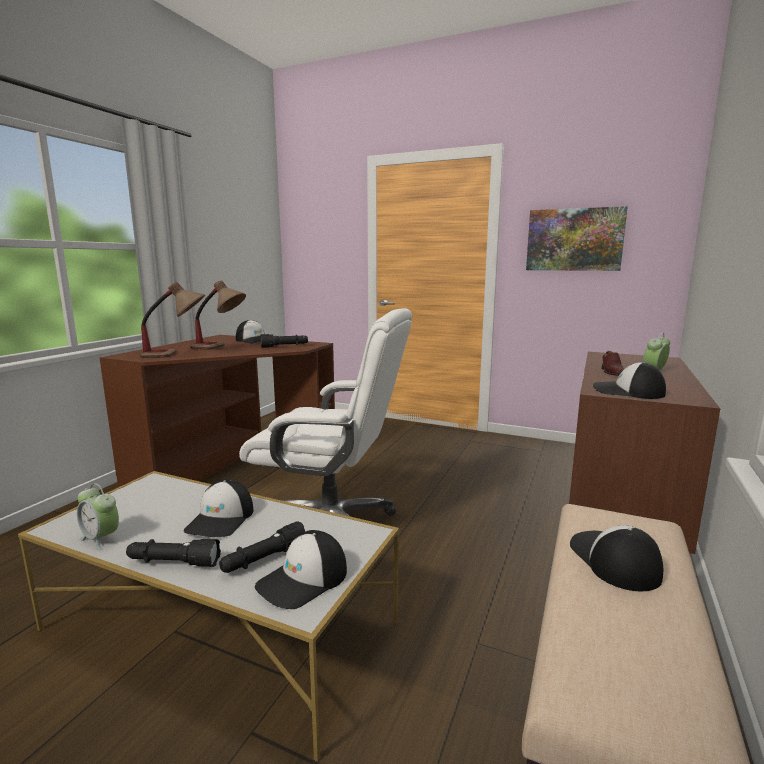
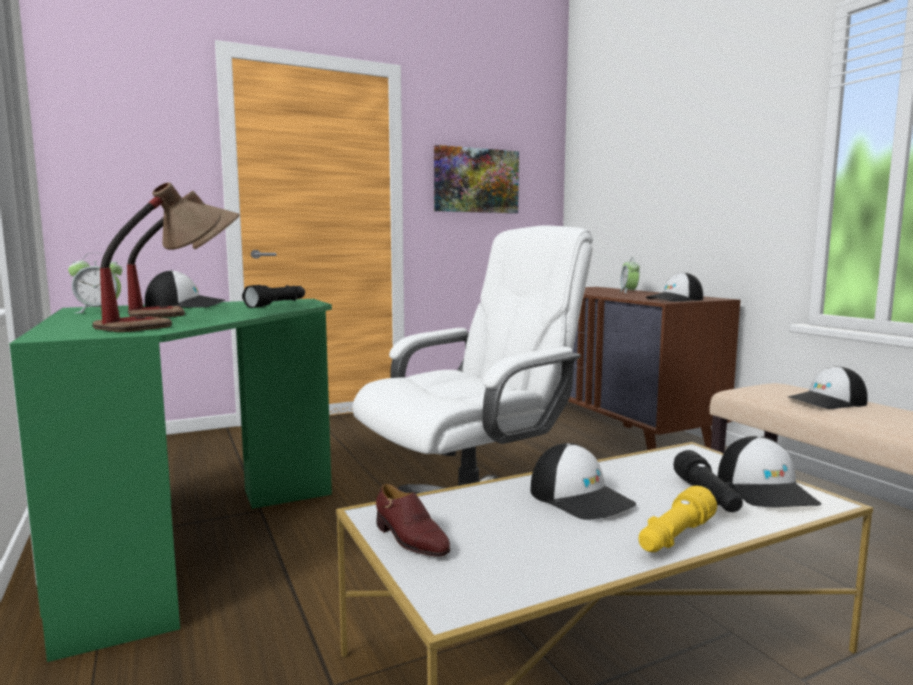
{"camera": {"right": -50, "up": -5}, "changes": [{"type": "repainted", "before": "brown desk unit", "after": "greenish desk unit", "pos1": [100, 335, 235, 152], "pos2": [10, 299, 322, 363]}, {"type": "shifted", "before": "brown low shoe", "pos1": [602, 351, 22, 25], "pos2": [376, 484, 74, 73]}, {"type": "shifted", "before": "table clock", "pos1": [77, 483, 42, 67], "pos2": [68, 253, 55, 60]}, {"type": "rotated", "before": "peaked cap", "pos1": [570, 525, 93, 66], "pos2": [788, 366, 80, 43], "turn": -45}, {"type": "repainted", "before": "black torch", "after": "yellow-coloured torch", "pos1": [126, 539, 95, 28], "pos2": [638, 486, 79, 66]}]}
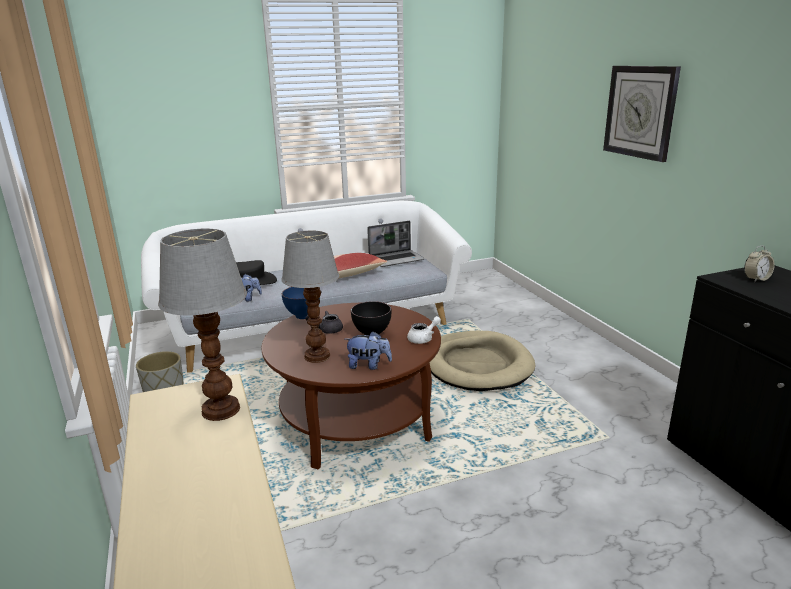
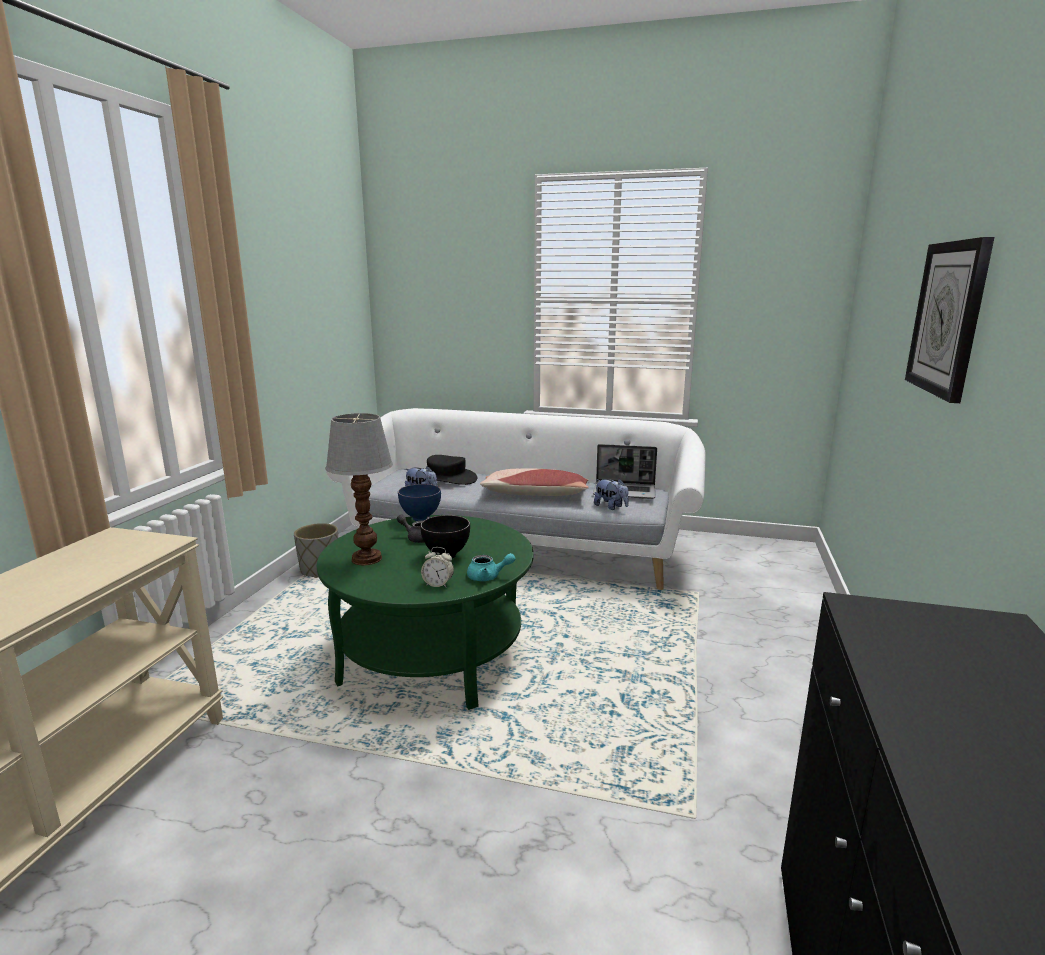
{"camera": {"right": 35, "up": -5}, "changes": [{"type": "gone", "before": "lamp for a table", "pos1": [158, 228, 89, 193]}, {"type": "shifted", "before": "table clock", "pos1": [744, 246, 31, 36], "pos2": [421, 547, 33, 41]}, {"type": "repainted", "before": "brown lounge table", "after": "greenish lounge table", "pos1": [261, 303, 180, 167], "pos2": [317, 515, 217, 195]}, {"type": "repainted", "before": "whitish pot for tea", "after": "turquoise pot for tea", "pos1": [407, 316, 34, 28], "pos2": [467, 553, 48, 28]}, {"type": "shifted", "before": "soft toy", "pos1": [345, 331, 47, 39], "pos2": [594, 479, 35, 31]}, {"type": "gone", "before": "beige-coloured dog cushion", "pos1": [430, 331, 106, 60]}]}
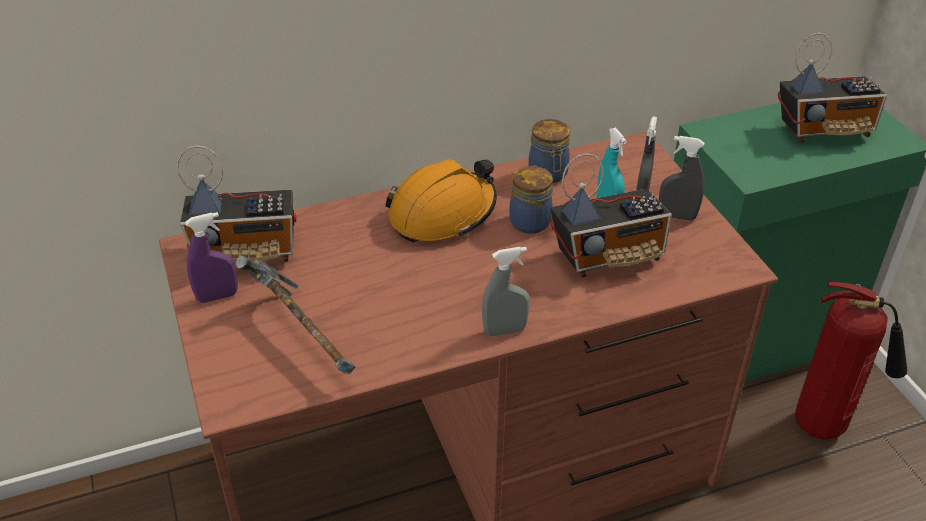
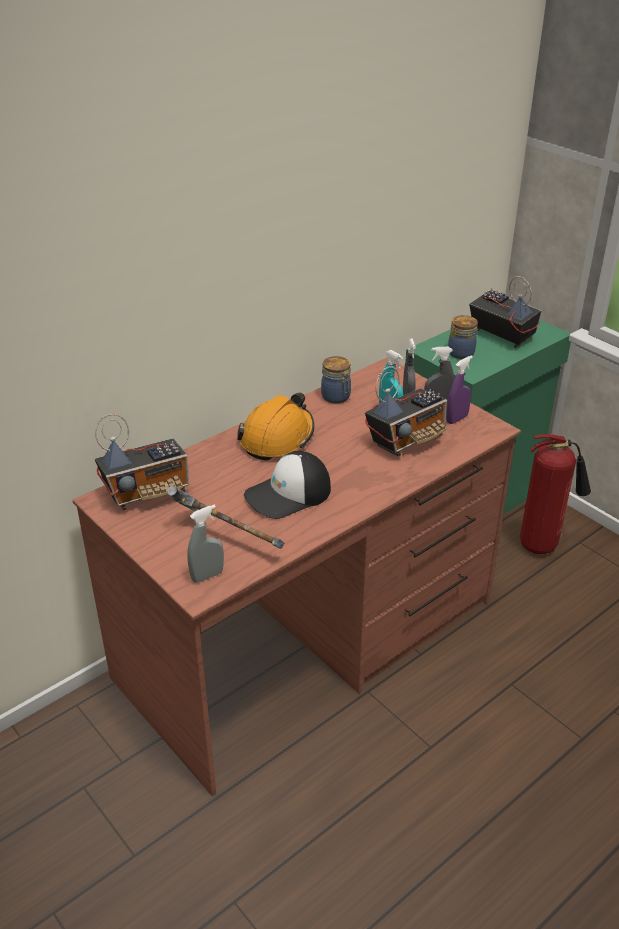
{"camera": {"right": -20, "up": -5}, "changes": [{"type": "rotated", "before": "radio", "pos1": [778, 33, 109, 110], "pos2": [469, 276, 72, 72], "turn": -105}, {"type": "shifted", "before": "storage jar", "pos1": [509, 166, 44, 68], "pos2": [448, 315, 30, 44]}, {"type": "shifted", "before": "purple-coloured sprayer", "pos1": [185, 212, 53, 91], "pos2": [446, 356, 27, 68]}, {"type": "shifted", "before": "greyish sprayer", "pos1": [482, 247, 48, 89], "pos2": [187, 504, 37, 79]}, {"type": "new", "after": "peaked cap", "pos2": [244, 450, 87, 69]}]}
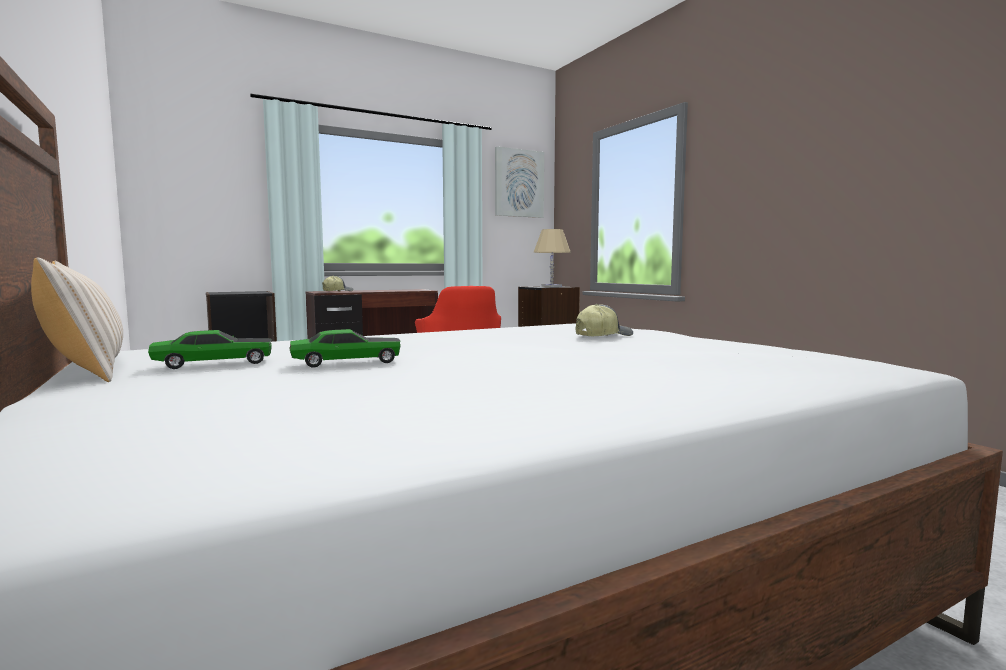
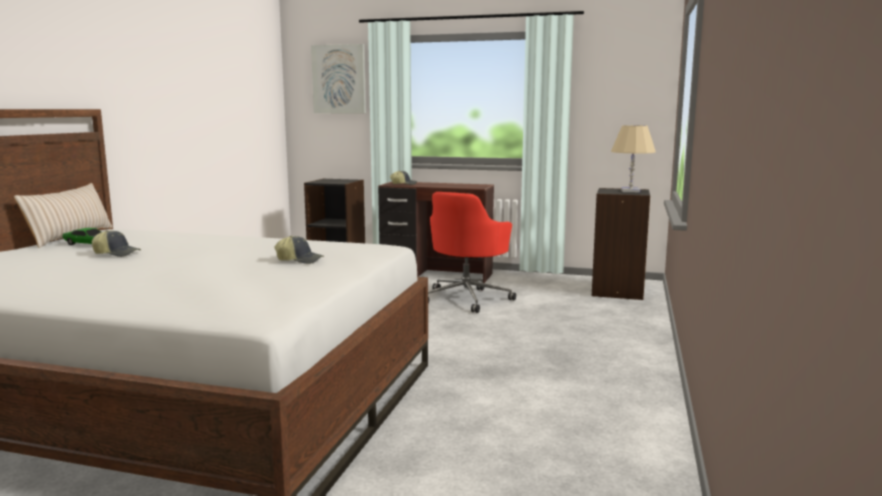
{"camera": {"right": 45, "up": 5}, "changes": [{"type": "shifted", "before": "picture", "pos1": [495, 146, 49, 72], "pos2": [311, 44, 55, 69]}, {"type": "swapped", "before": "miniature car", "after": "peaked cap", "pos1": [289, 329, 112, 39], "pos2": [92, 230, 49, 27]}]}
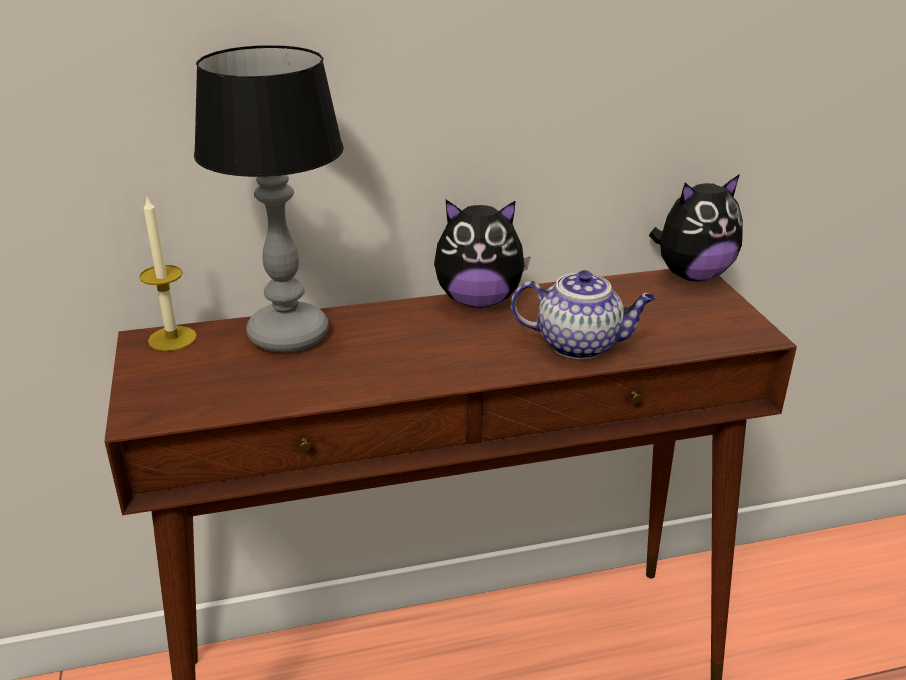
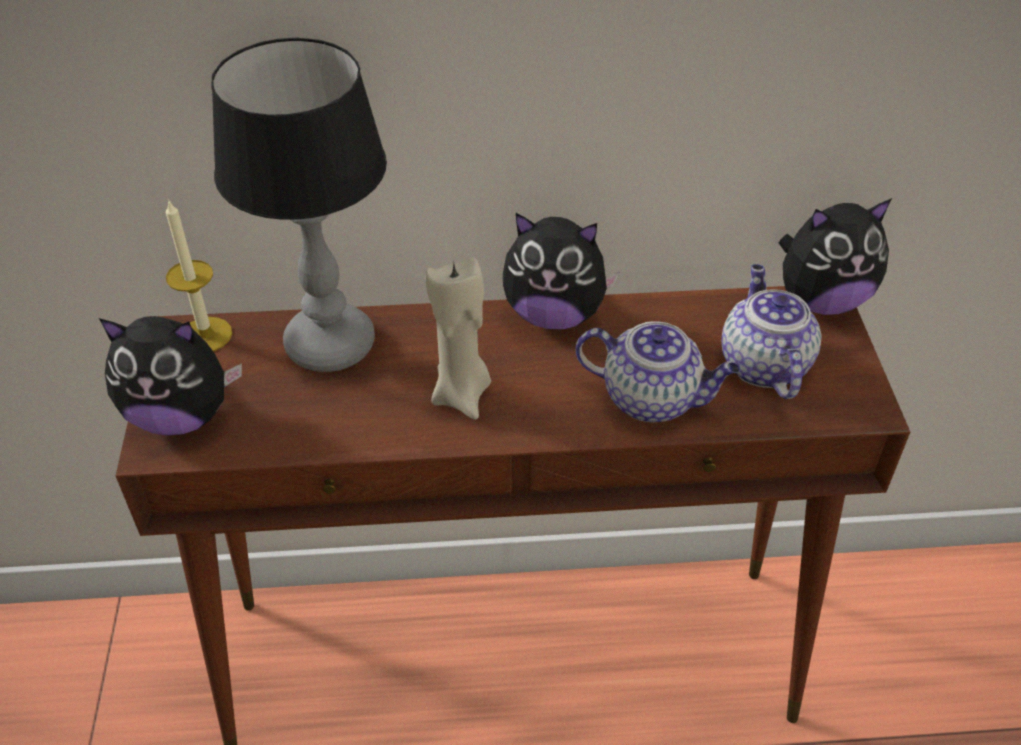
{"camera": {"right": 10, "up": 15}, "changes": [{"type": "new", "after": "beige-coloured candle", "pos2": [426, 257, 65, 163]}, {"type": "new", "after": "pot for tea", "pos2": [721, 264, 101, 135]}, {"type": "new", "after": "soft toy", "pos2": [99, 316, 143, 120]}]}
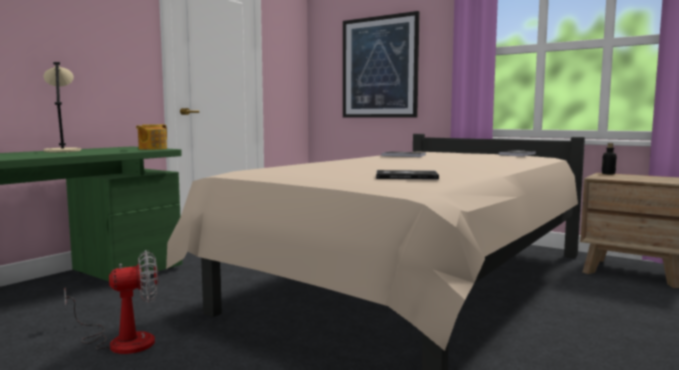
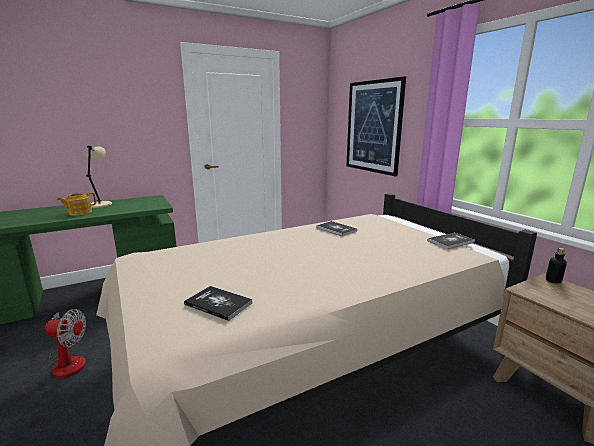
{"camera": {"right": 25, "up": 10}, "changes": [{"type": "shifted", "before": "pot for tea", "pos1": [136, 124, 31, 26], "pos2": [57, 192, 39, 24]}]}
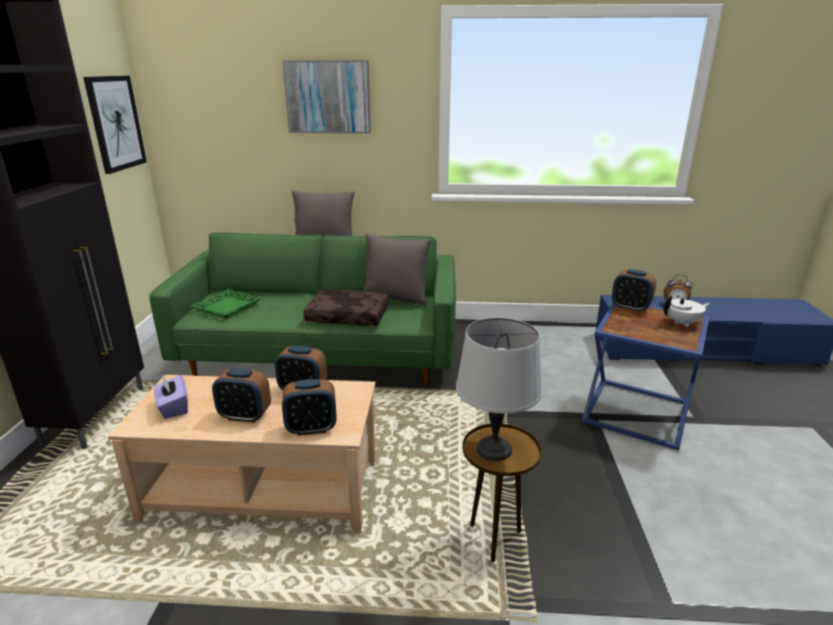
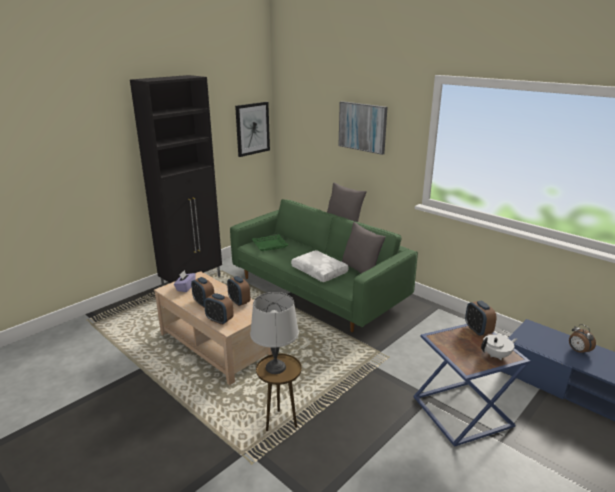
{"camera": {"right": 40, "up": 0}, "changes": [{"type": "repainted", "before": "brown cushion", "after": "whitish cushion", "pos1": [303, 289, 86, 37], "pos2": [291, 250, 57, 32]}, {"type": "rotated", "before": "whitish pot for tea", "pos1": [663, 296, 47, 31], "pos2": [481, 335, 36, 25], "turn": -45}]}
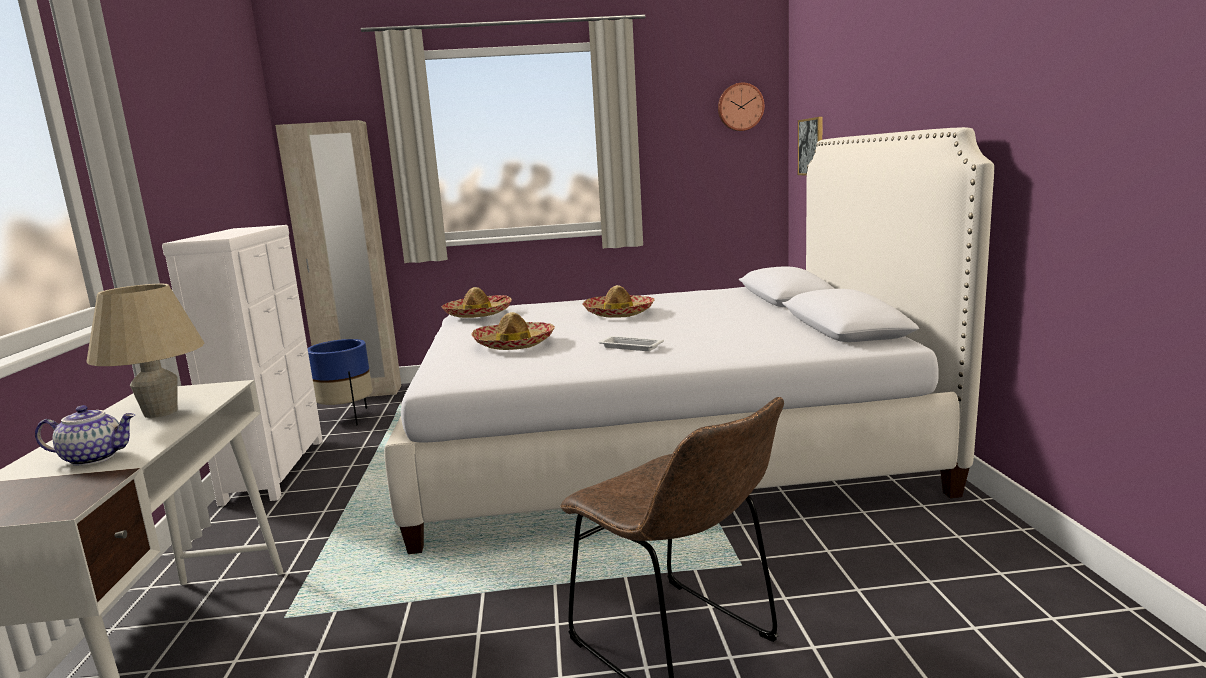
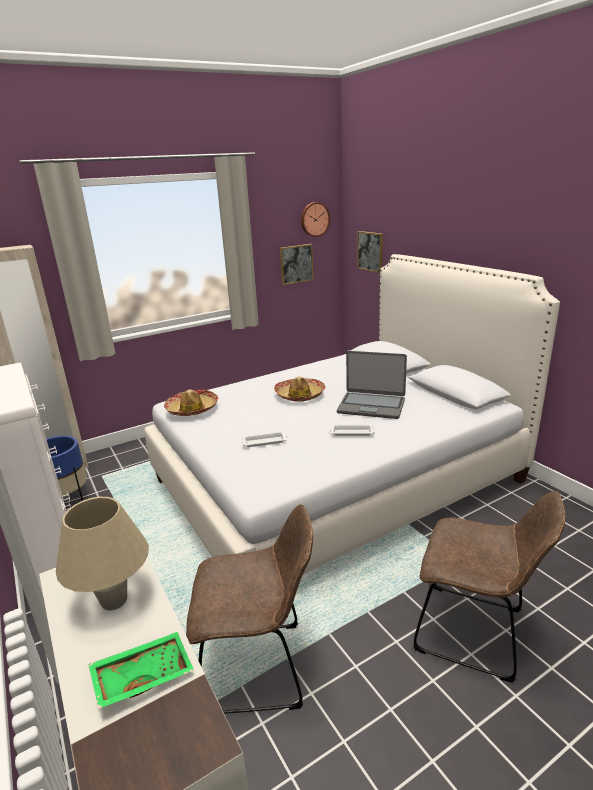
{"camera": {"right": -25, "up": 10}, "changes": [{"type": "swapped", "before": "wearable hat", "after": "whitish carrying tray", "pos1": [472, 312, 83, 38], "pos2": [242, 431, 46, 16]}, {"type": "swapped", "before": "pot for tea", "after": "greenish carrying tray", "pos1": [35, 405, 100, 61], "pos2": [88, 632, 106, 77]}, {"type": "new", "after": "picture", "pos2": [280, 244, 34, 41]}, {"type": "new", "after": "laptop", "pos2": [337, 351, 70, 68]}, {"type": "new", "after": "brown upright chair", "pos2": [186, 504, 127, 210]}]}
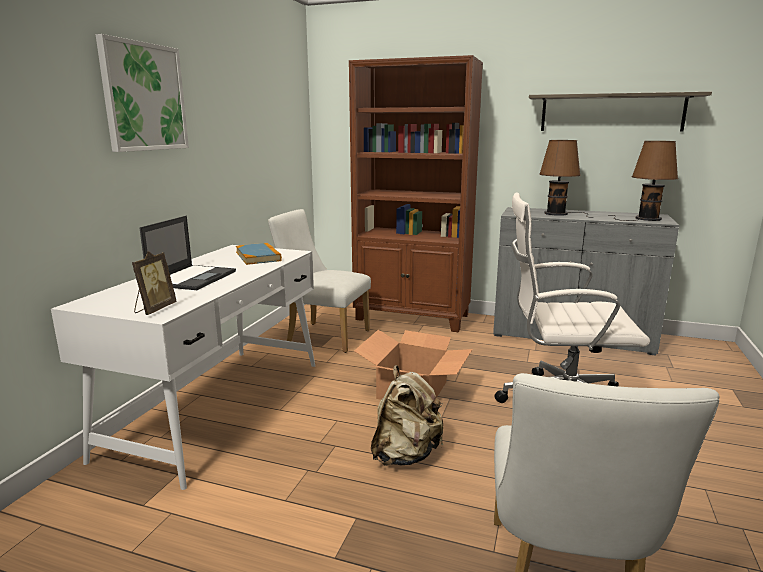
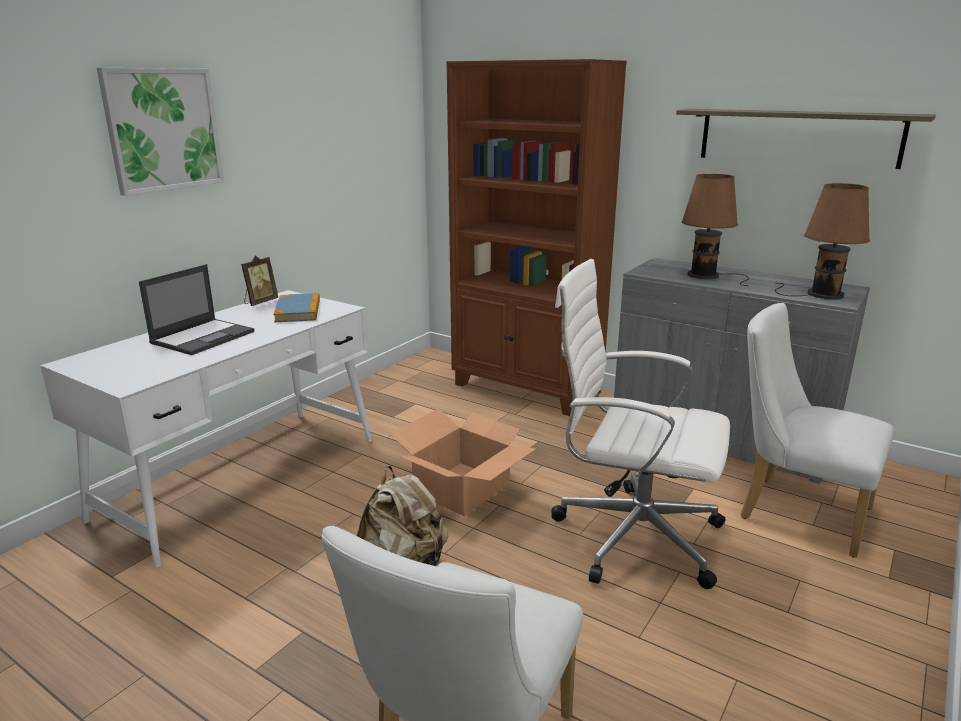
{"camera": {"right": 15, "up": 5}, "changes": [{"type": "shifted", "before": "whitish upright chair", "pos1": [268, 209, 103, 144], "pos2": [741, 303, 153, 255]}, {"type": "shifted", "before": "photo frame", "pos1": [132, 251, 45, 64], "pos2": [241, 256, 37, 50]}]}
